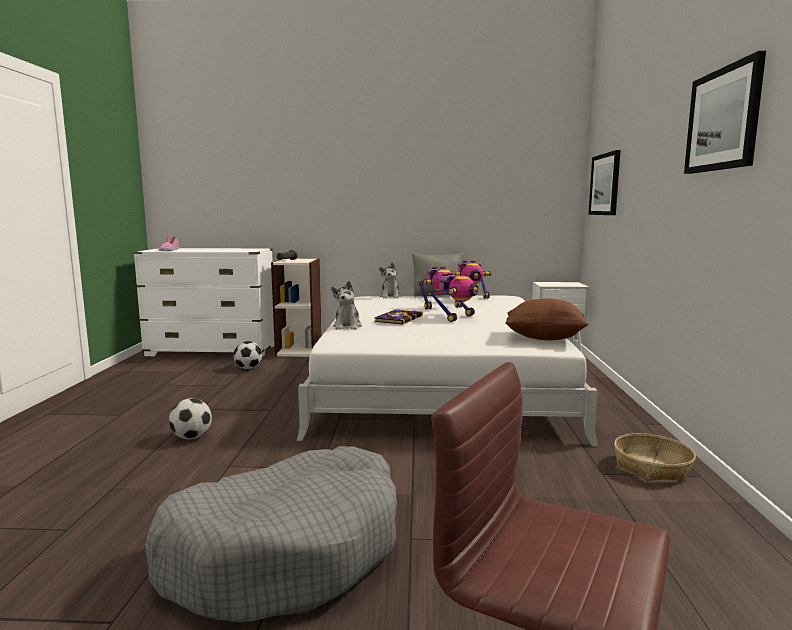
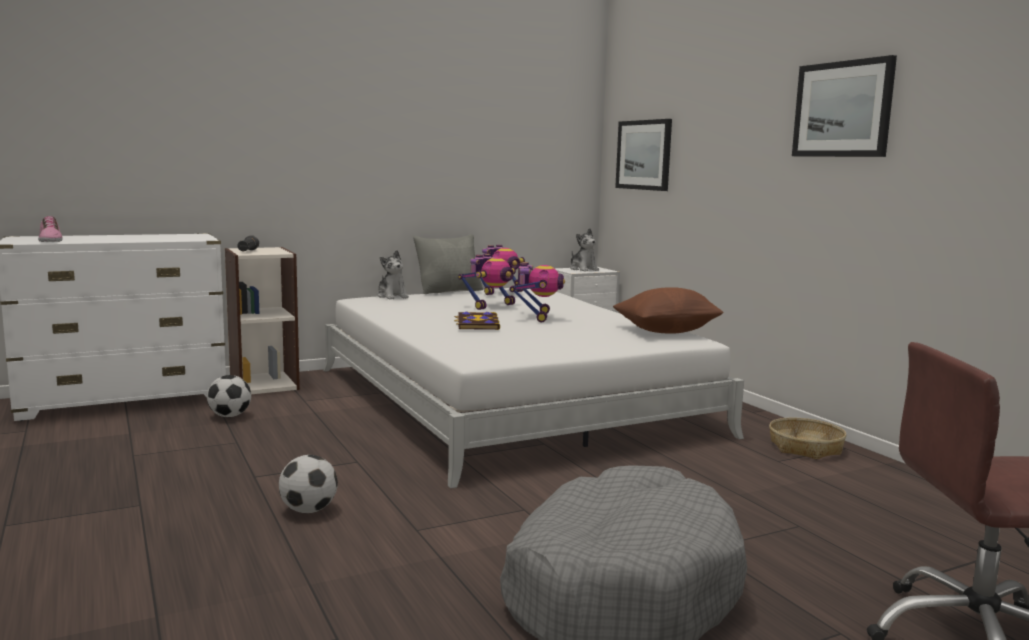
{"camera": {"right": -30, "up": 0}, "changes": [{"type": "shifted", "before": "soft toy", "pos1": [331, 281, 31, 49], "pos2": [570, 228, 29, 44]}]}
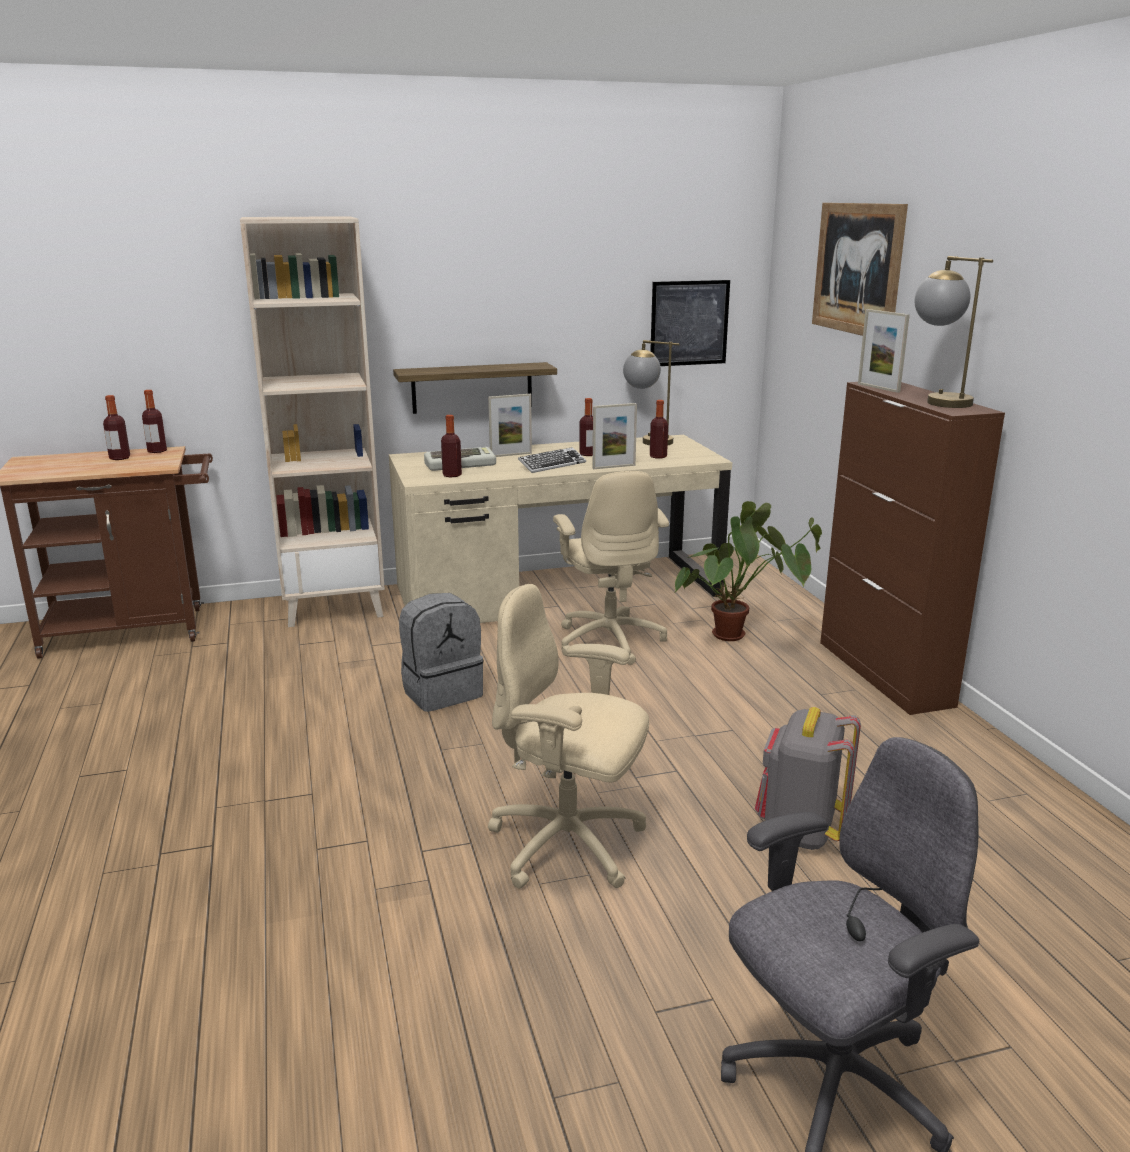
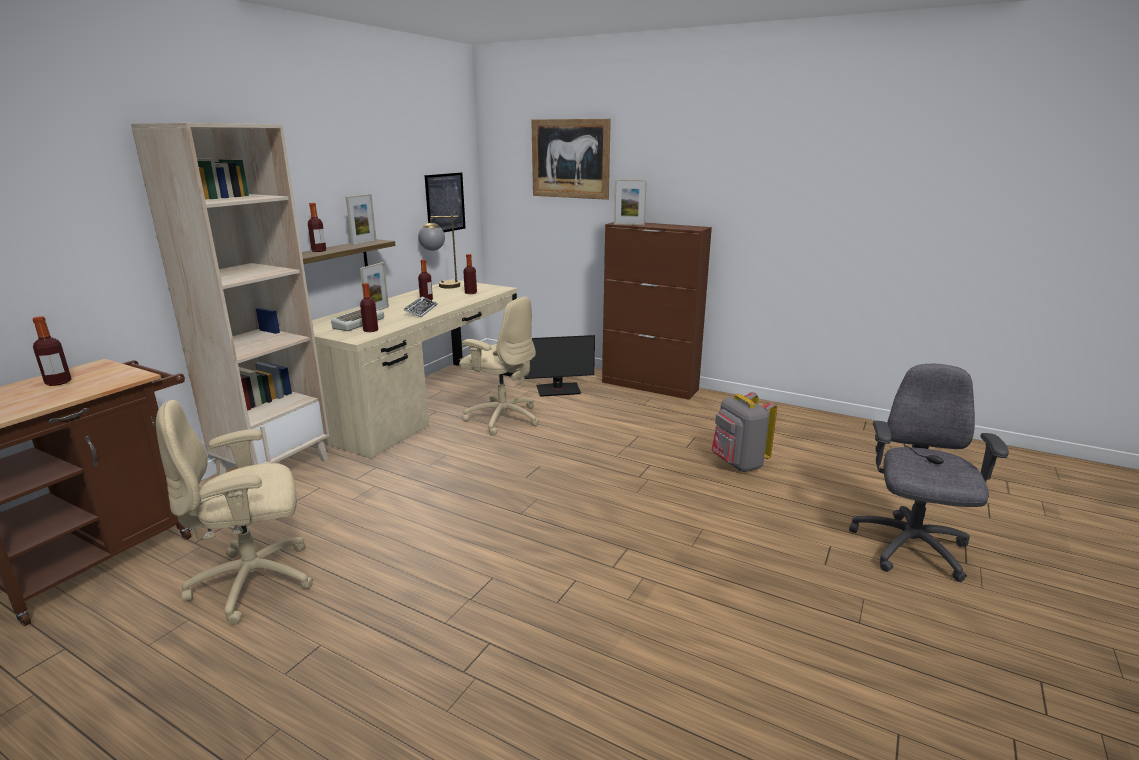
{"camera": {"right": -45, "up": 0}, "changes": [{"type": "gone", "before": "lamp for a table", "pos1": [915, 256, 78, 152]}, {"type": "shifted", "before": "drink bottle", "pos1": [142, 390, 25, 63], "pos2": [308, 203, 18, 49]}, {"type": "shifted", "before": "photo frame", "pos1": [593, 403, 44, 66], "pos2": [346, 194, 31, 52]}, {"type": "swapped", "before": "potted plant", "after": "computer display", "pos1": [675, 501, 147, 140], "pos2": [524, 335, 71, 62]}, {"type": "shifted", "before": "beige-coloured computer chair", "pos1": [488, 584, 161, 305], "pos2": [156, 400, 157, 225]}, {"type": "gone", "before": "greyish rucksack", "pos1": [399, 593, 85, 119]}]}
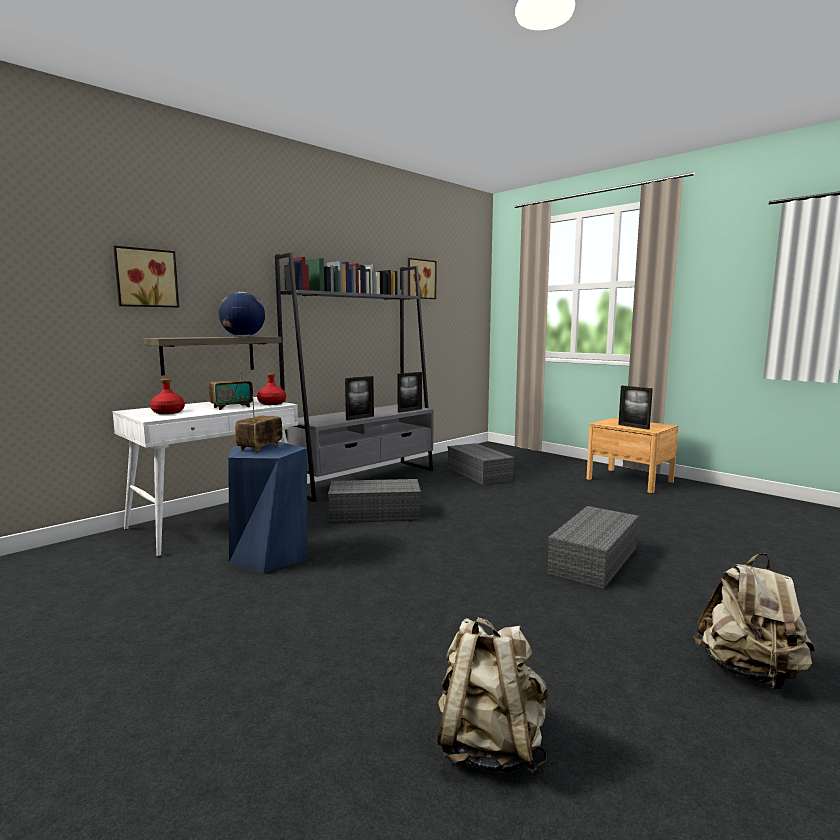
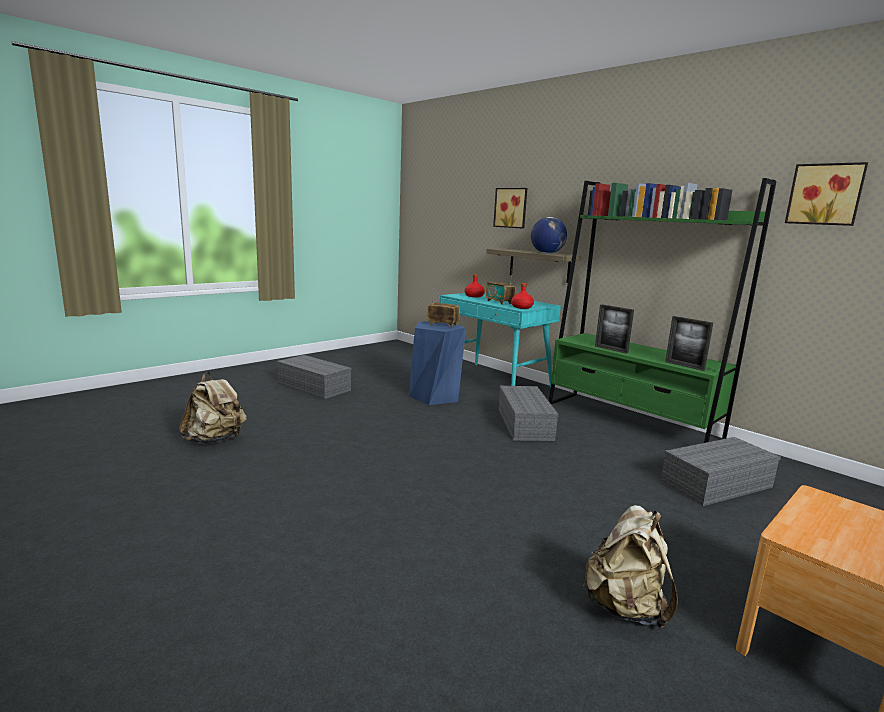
{"camera": {"right": 90, "up": 5}, "changes": [{"type": "repainted", "before": "greyish bookshelf", "after": "greenish bookshelf", "pos1": [275, 253, 158, 249], "pos2": [549, 178, 228, 265]}, {"type": "gone", "before": "photo frame", "pos1": [618, 386, 35, 44]}, {"type": "repainted", "before": "whitish desk unit", "after": "turquoise desk unit", "pos1": [113, 397, 185, 160], "pos2": [440, 292, 121, 96]}, {"type": "shifted", "before": "greyish storage container", "pos1": [547, 506, 92, 83], "pos2": [276, 355, 76, 44]}, {"type": "shifted", "before": "beige-coloured rucksack", "pos1": [693, 553, 122, 136], "pos2": [583, 505, 95, 124]}]}
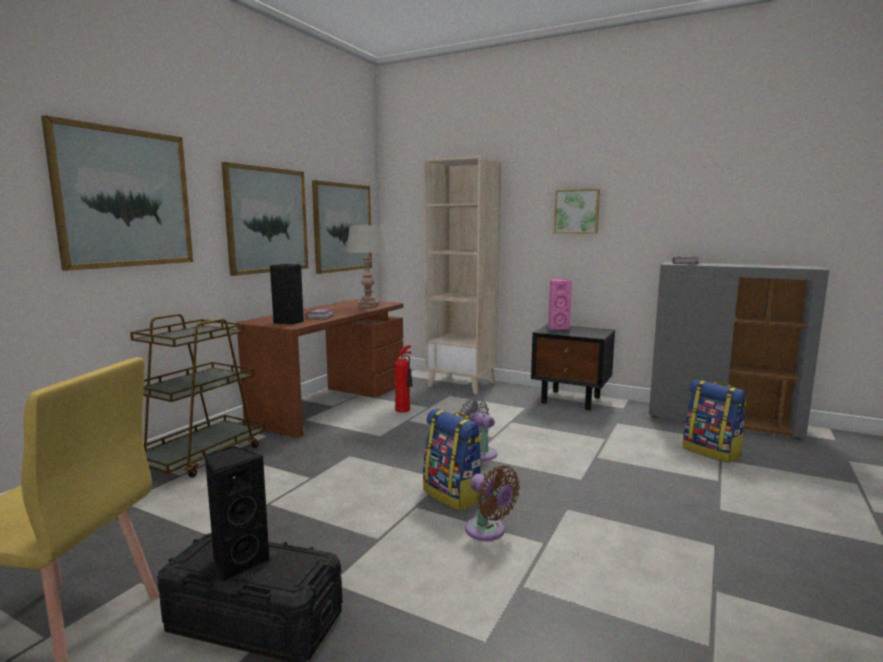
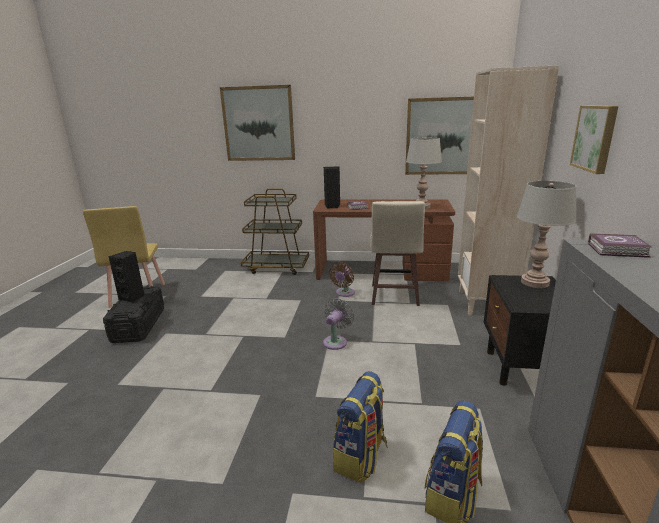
{"camera": {"right": 70, "up": 10}, "changes": [{"type": "gone", "before": "picture", "pos1": [221, 162, 87, 114]}, {"type": "swapped", "before": "pink-coloured speaker", "after": "greyish lamp for a table", "pos1": [548, 279, 24, 51], "pos2": [517, 181, 60, 107]}, {"type": "swapped", "before": "fire extinguisher", "after": "beige-coloured sitting stool", "pos1": [395, 345, 18, 68], "pos2": [370, 201, 55, 105]}, {"type": "shifted", "before": "rucksack", "pos1": [423, 409, 59, 102], "pos2": [333, 371, 55, 112]}, {"type": "shifted", "before": "brown cooling fan", "pos1": [465, 465, 55, 76], "pos2": [329, 263, 26, 34]}]}
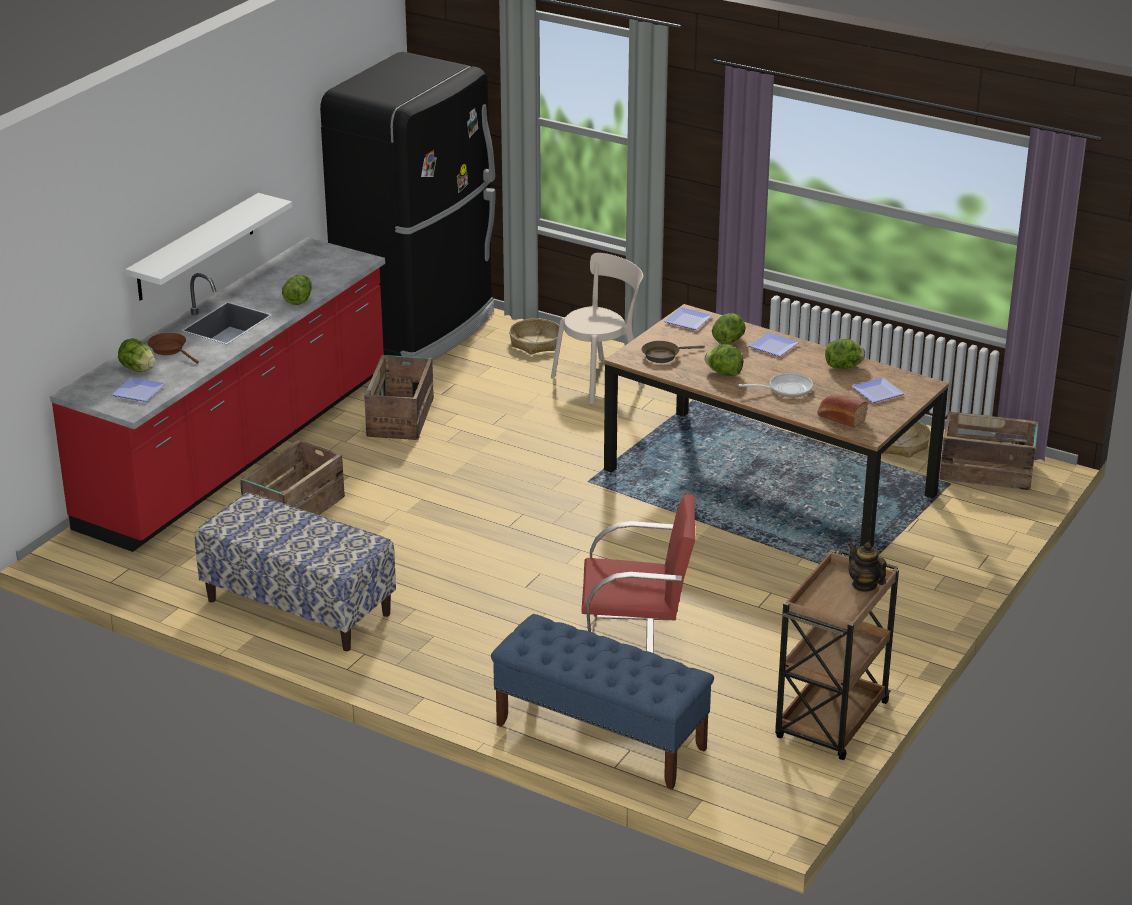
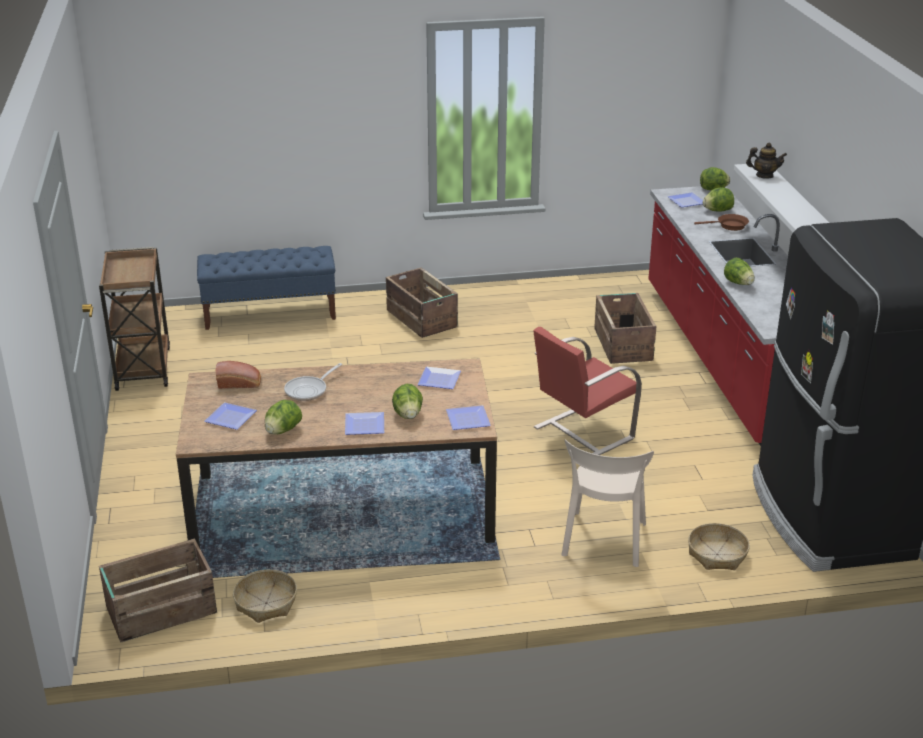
{"camera": {"right": 140, "up": 0}, "changes": [{"type": "swapped", "before": "brown skillet", "after": "dinner plate", "pos1": [642, 341, 63, 22], "pos2": [417, 367, 44, 22]}, {"type": "shifted", "before": "lettuce head", "pos1": [704, 344, 39, 32], "pos2": [700, 167, 30, 24]}, {"type": "shifted", "before": "packing crate", "pos1": [364, 355, 70, 85], "pos2": [386, 267, 72, 71]}, {"type": "gone", "before": "indoor bench", "pos1": [195, 492, 201, 159]}, {"type": "shifted", "before": "red upright chair", "pos1": [581, 494, 115, 159], "pos2": [533, 327, 109, 128]}, {"type": "shifted", "before": "pot for tea", "pos1": [848, 542, 39, 50], "pos2": [746, 143, 41, 36]}]}
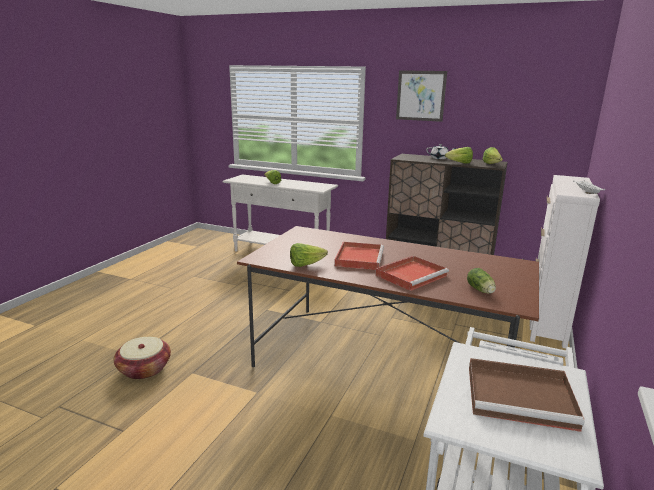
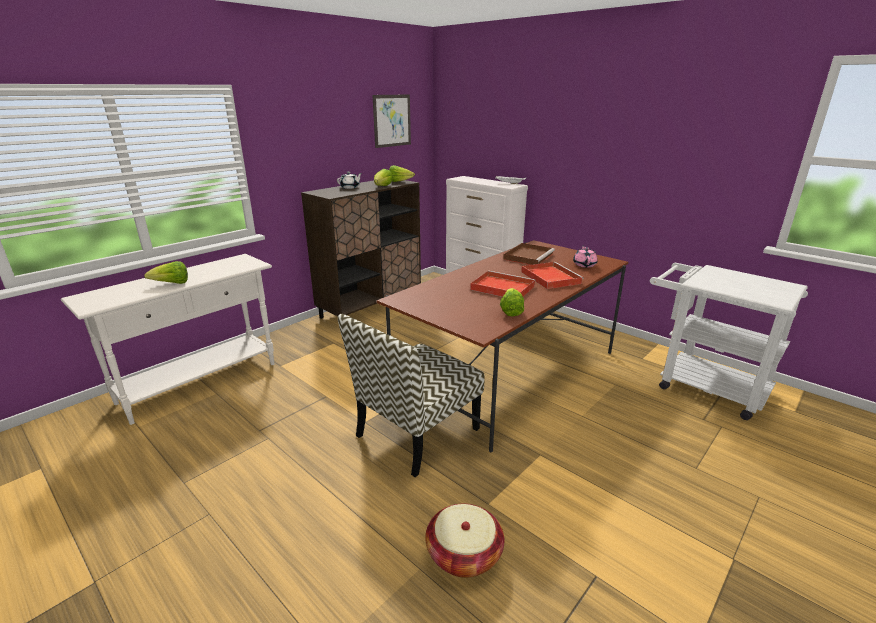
{"camera": {"right": -70, "up": 5}, "changes": [{"type": "shifted", "before": "picture", "pos1": [396, 70, 51, 52], "pos2": [372, 94, 39, 54]}, {"type": "swapped", "before": "lettuce head", "after": "pink-coloured pot for tea", "pos1": [467, 268, 29, 26], "pos2": [573, 246, 25, 22]}, {"type": "shifted", "before": "brown carrying tray", "pos1": [469, 358, 115, 74], "pos2": [503, 243, 52, 22]}, {"type": "new", "after": "upright chair", "pos2": [338, 314, 147, 163]}]}
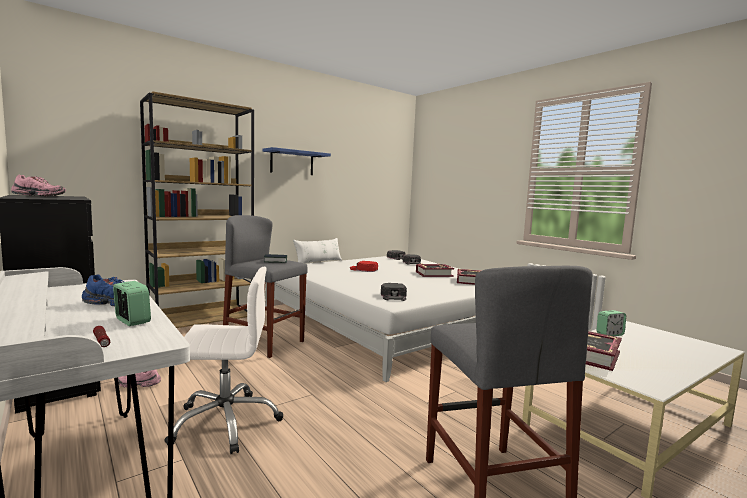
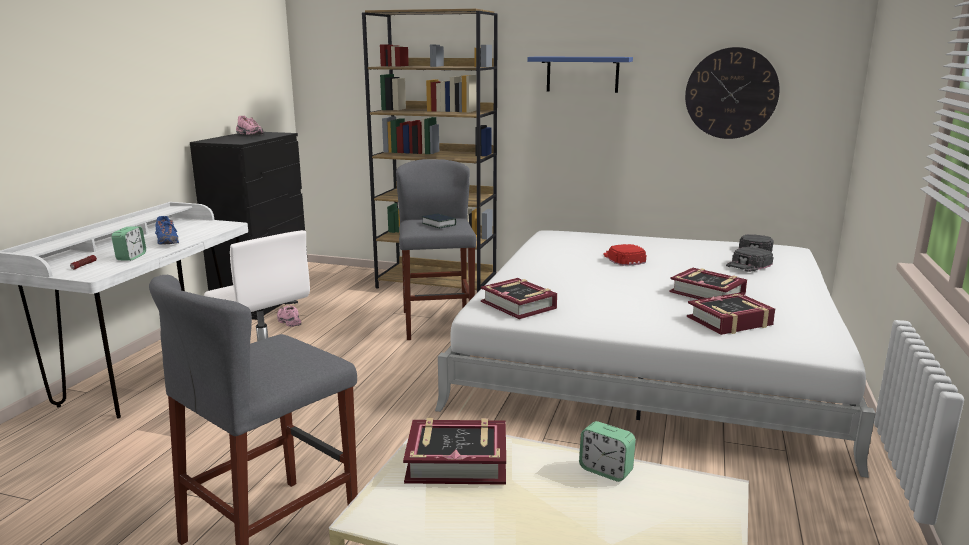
{"camera": {"right": 55, "up": 10}, "changes": [{"type": "gone", "before": "whitish cushion", "pos1": [293, 238, 49, 25]}, {"type": "swapped", "before": "black peaked cap", "after": "volume", "pos1": [381, 283, 26, 18], "pos2": [481, 278, 76, 41]}, {"type": "new", "after": "hanging clock", "pos2": [685, 47, 95, 92]}]}
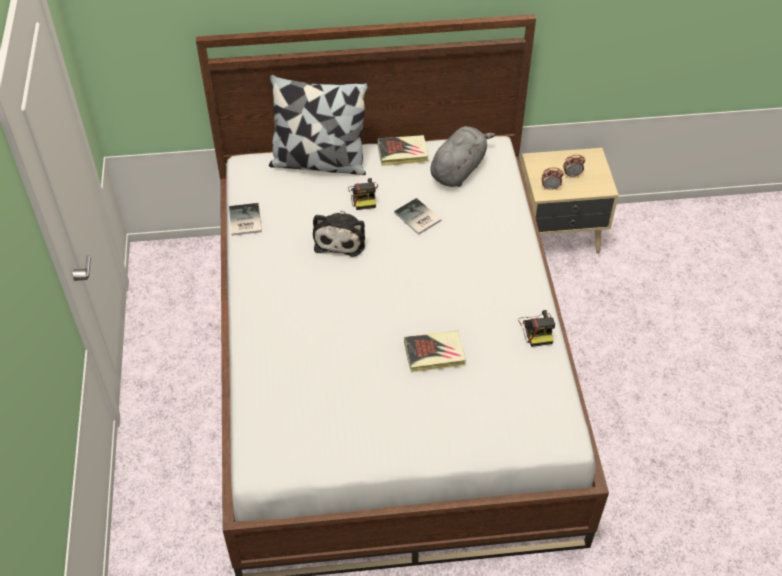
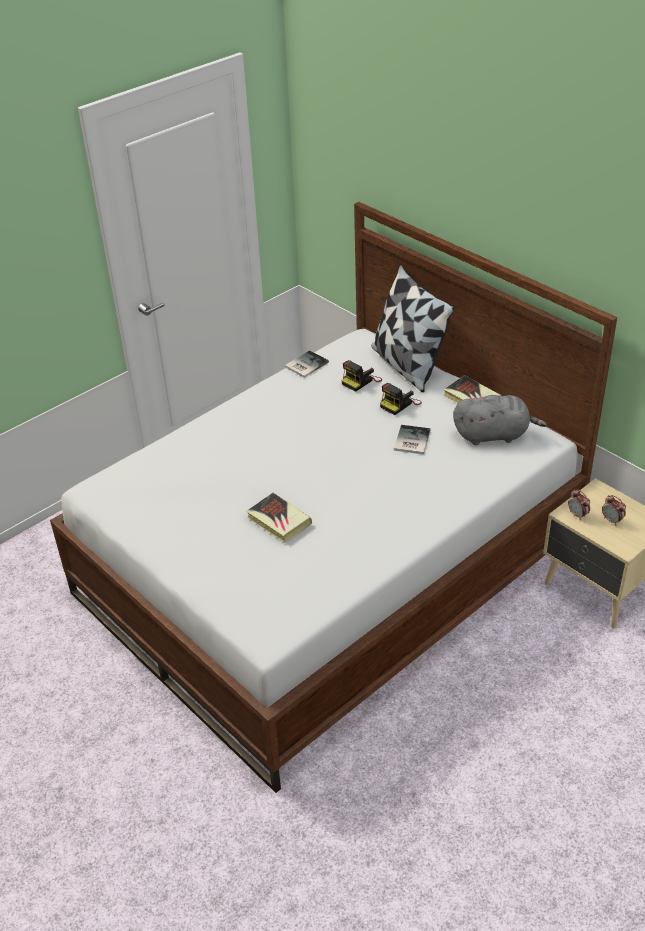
{"camera": {"right": 55, "up": -10}, "changes": [{"type": "gone", "before": "soft toy", "pos1": [313, 210, 52, 47]}, {"type": "shifted", "before": "photo camera", "pos1": [518, 310, 37, 37], "pos2": [341, 360, 41, 32]}]}
